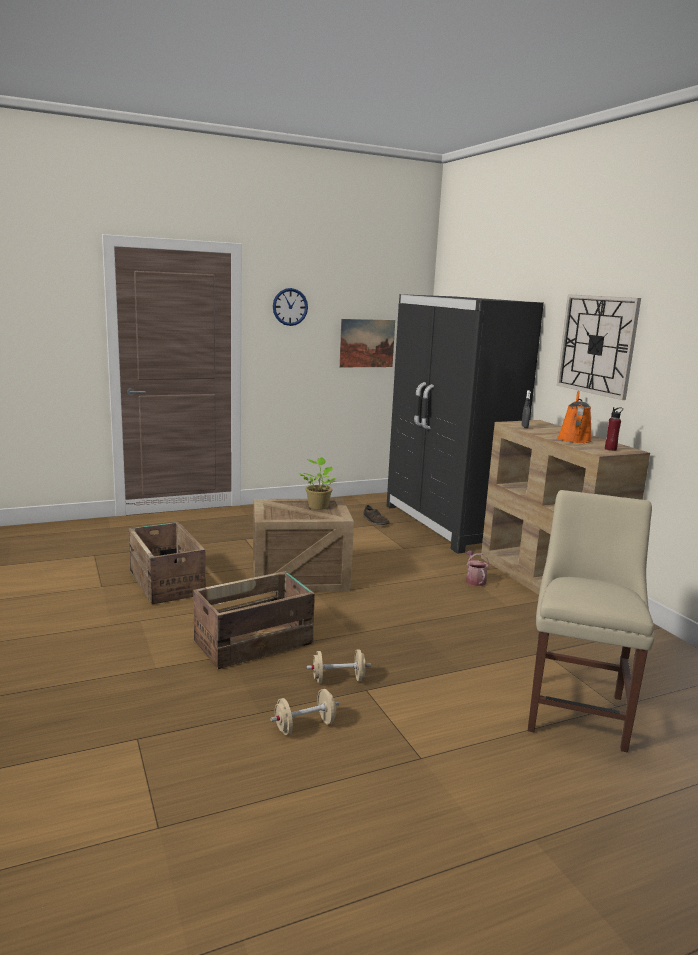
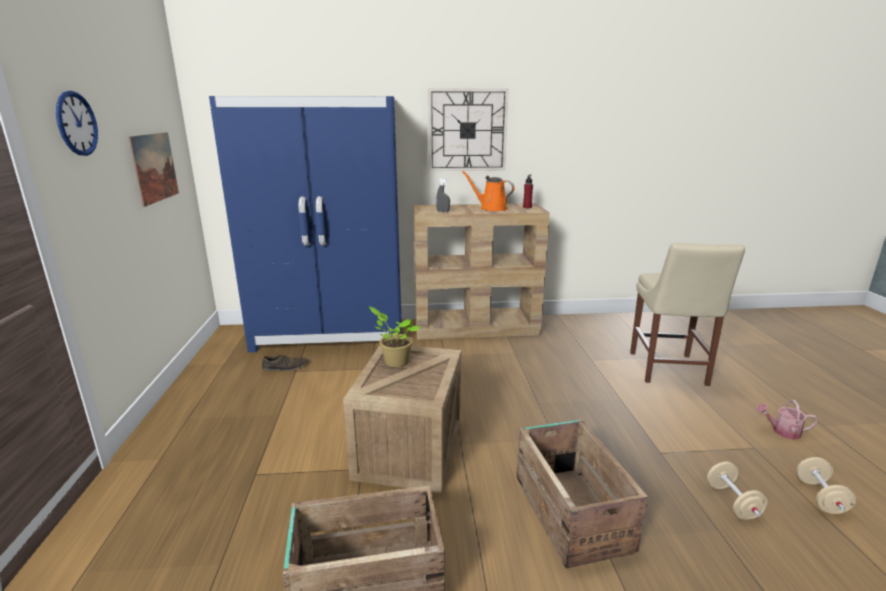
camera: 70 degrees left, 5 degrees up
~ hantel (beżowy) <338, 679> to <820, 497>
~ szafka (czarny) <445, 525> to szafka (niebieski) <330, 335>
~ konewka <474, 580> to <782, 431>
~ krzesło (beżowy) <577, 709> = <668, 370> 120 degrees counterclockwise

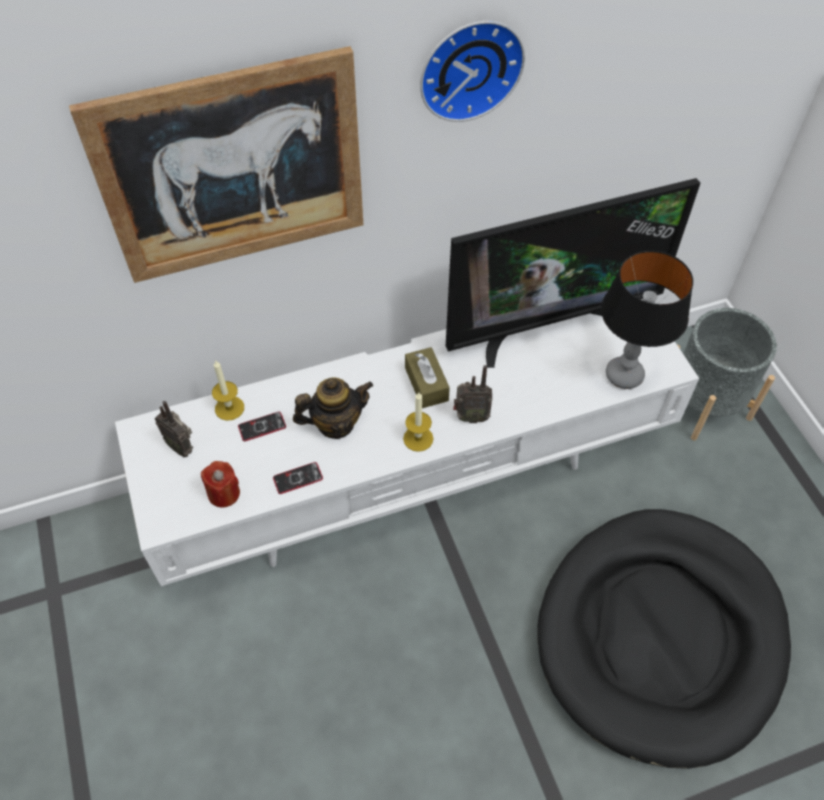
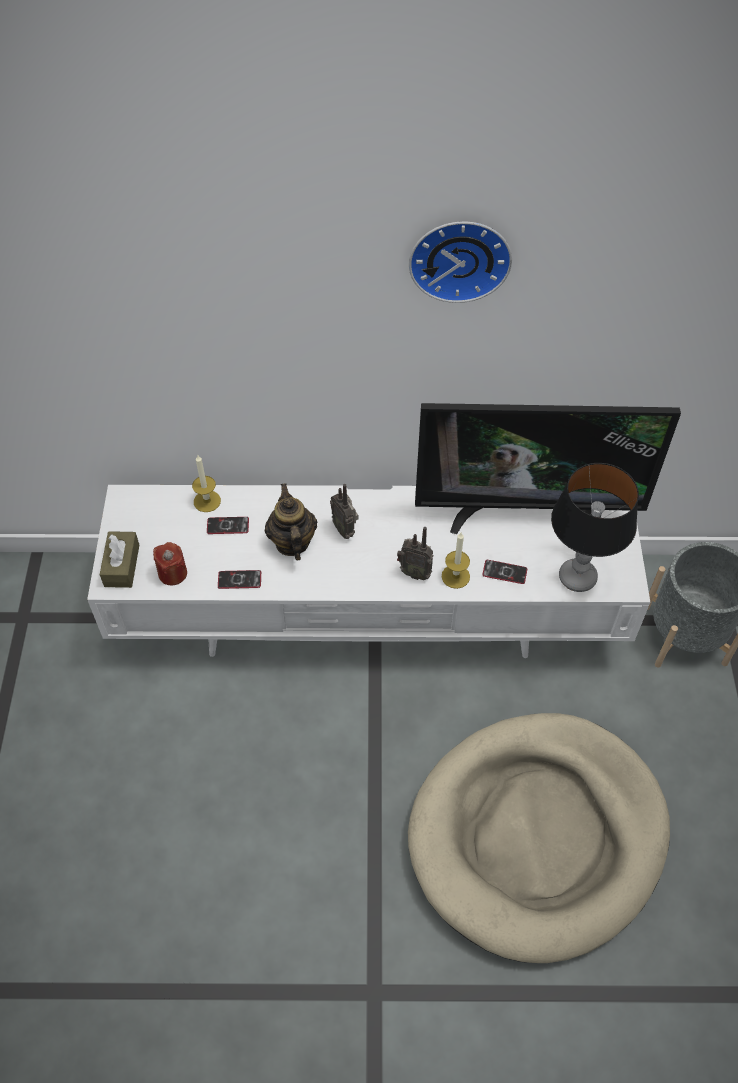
camera: 20 degrees right, 0 degrees up
- obraz <233, 169>
~ radio <182, 447> to <345, 529>
~ imbryk <335, 424> = <292, 542> 105 degrees counterclockwise
~ świeca <418, 438> to <455, 576>
~ pudełko chusteczek (brązowy) <426, 384> to <122, 565>
~ legowisko (czarny) <660, 635> to legowisko (beżowy) <537, 835>
+ telefon <504, 572>

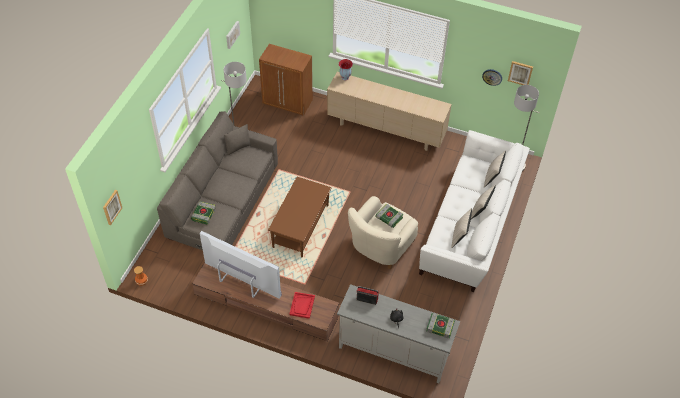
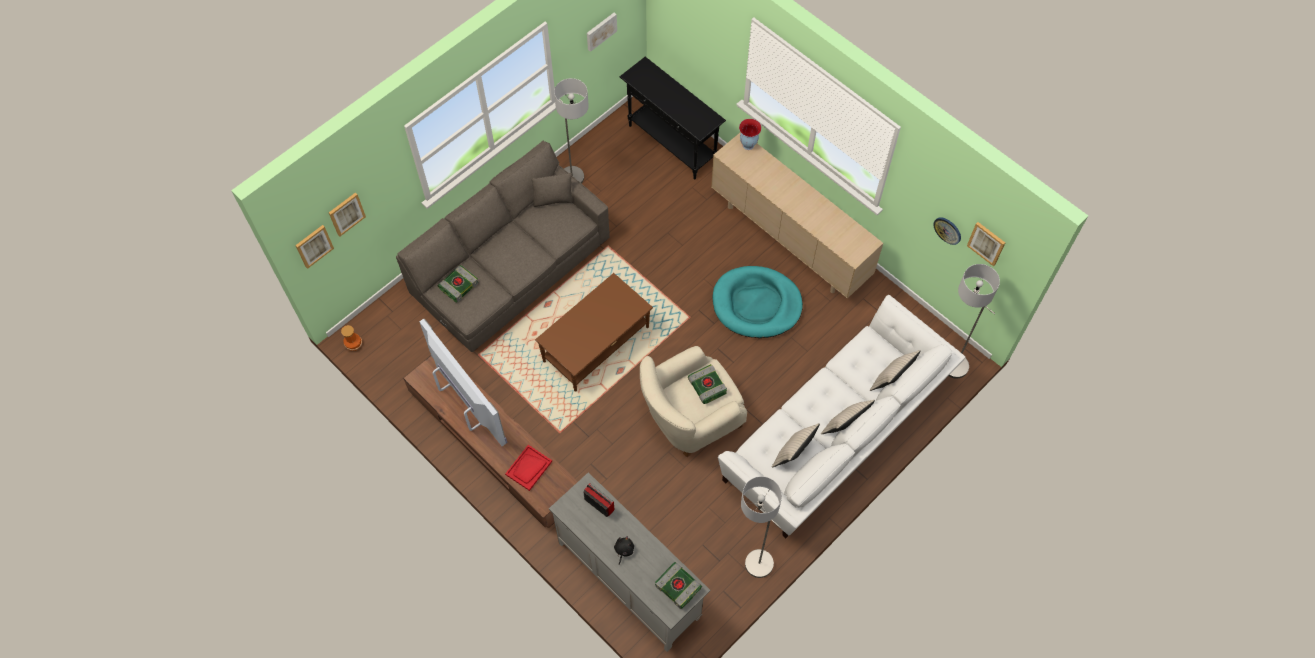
camera: 25 degrees right, 10 degrees up
~ szafka (brązowy) <287, 101> to stolik konsolowy (czarny) <672, 144>
+ obraz <346, 213>
+ legowisko (turkusowy) <756, 304>
+ lampa stojąca (szary) <752, 558>

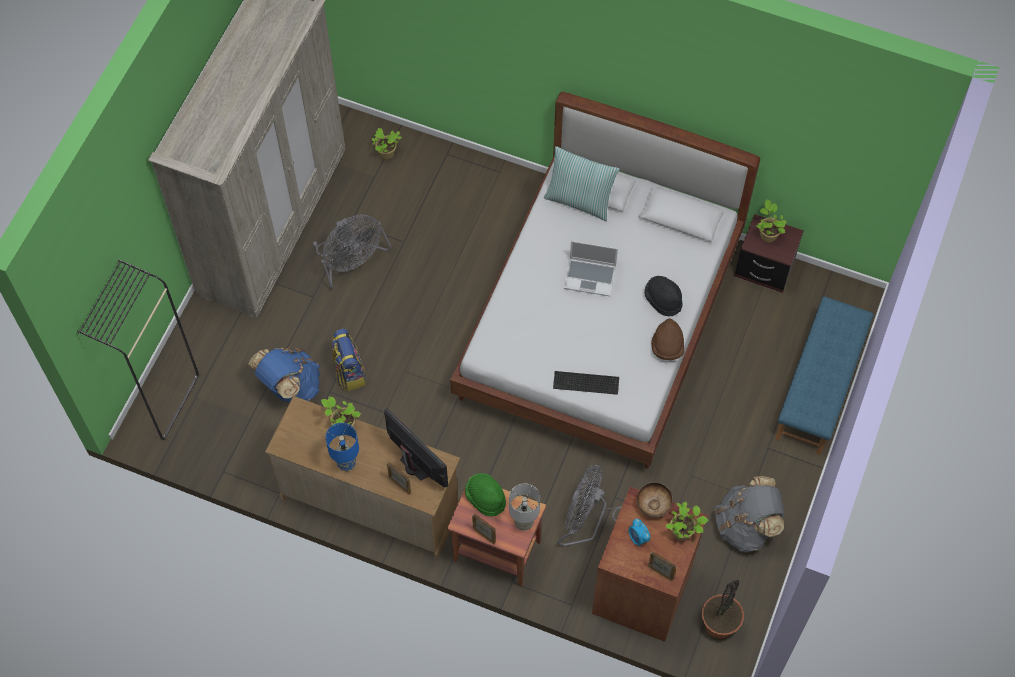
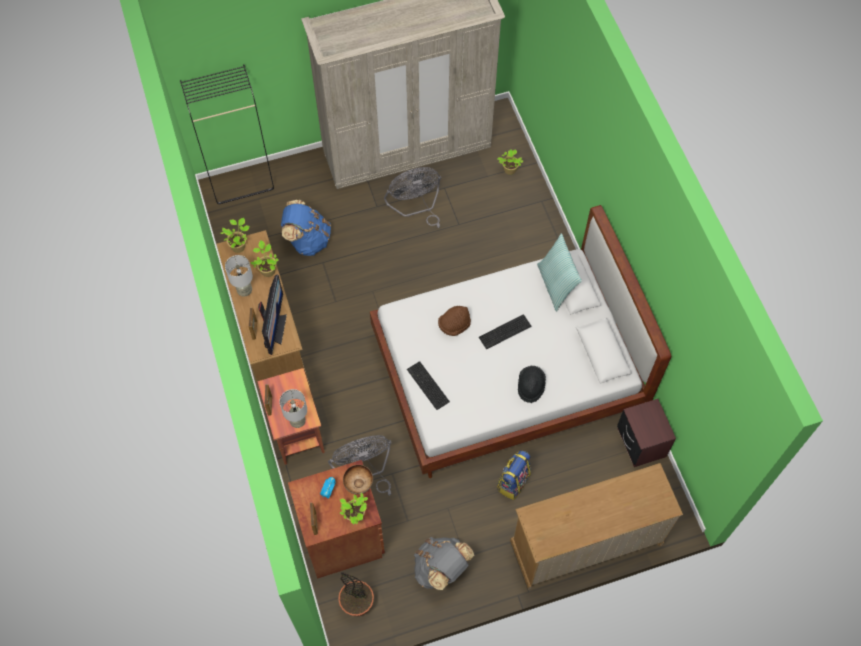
camera: 50 degrees right, 0 degrees up
~ wentylator (szary) <349, 261> = <418, 206> 150 degrees clockwise
~ lampa stołowa (niebieski) <346, 463> to lampa stołowa (szary) <244, 290>
~ plecak <349, 372> to <513, 481>
- kapelusz (zielony) <486, 498>
~ laptop <590, 277> to klawiatura <506, 332>
~ kapelusz (brązowy) <667, 346> to <454, 325>
~ roślina doniczkowa <767, 234> to <239, 246>
~ ławka (niebieski) <819, 388> to szafka (brązowy) <585, 542>

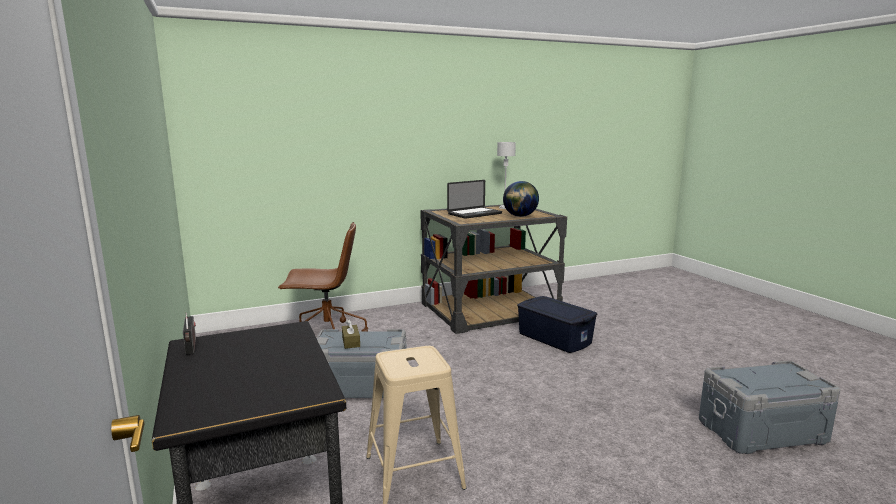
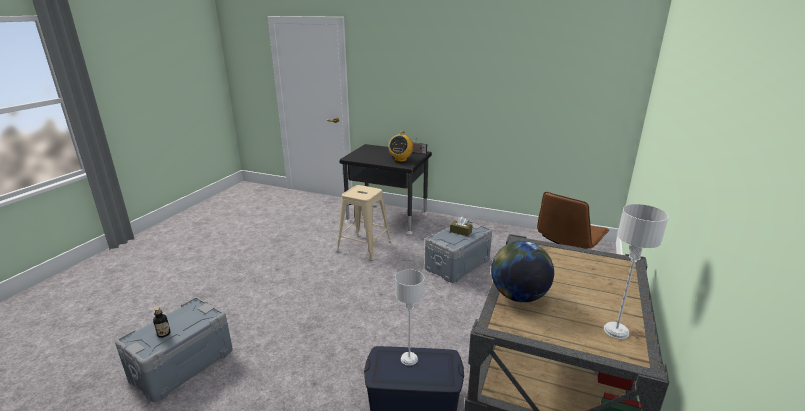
camera: 135 degrees right, 10 degrees up
- laptop <474, 214>
+ butelka <164, 334>
+ radio <400, 159>
+ lampa stołowa (szary) <409, 359>

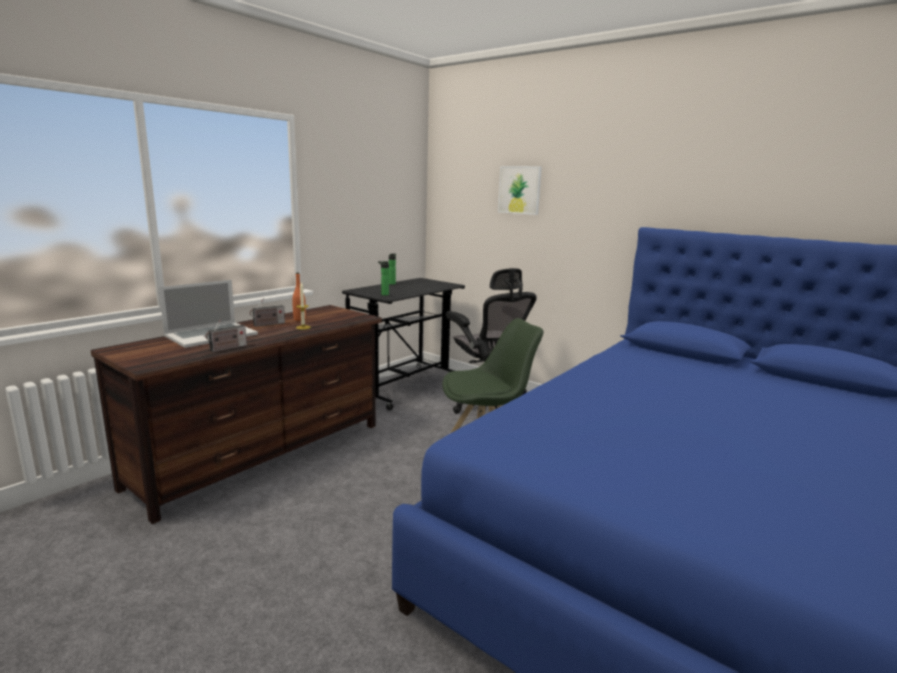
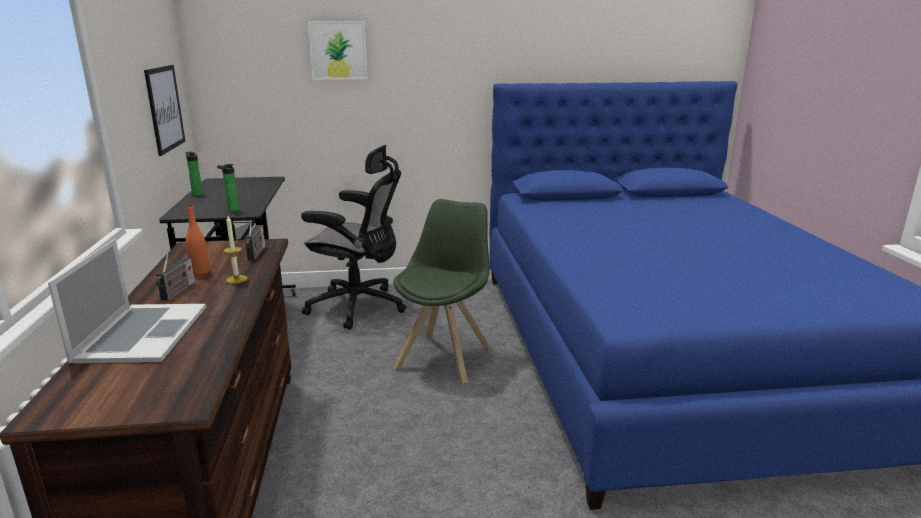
camera: 45 degrees left, 5 degrees up
~ radio <227, 348> to <256, 253>
+ obraz <165, 108>

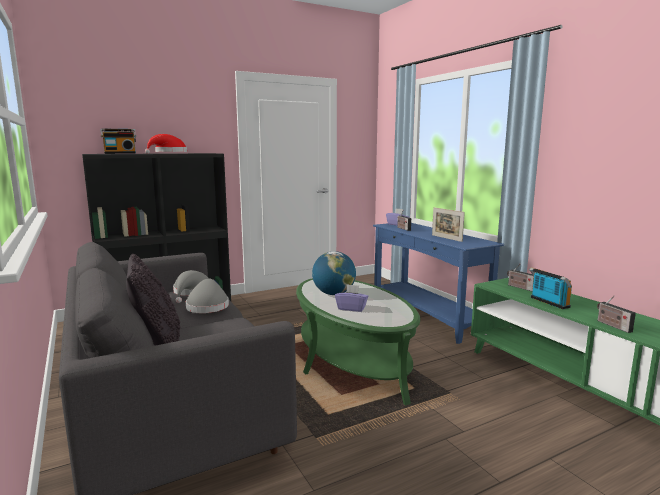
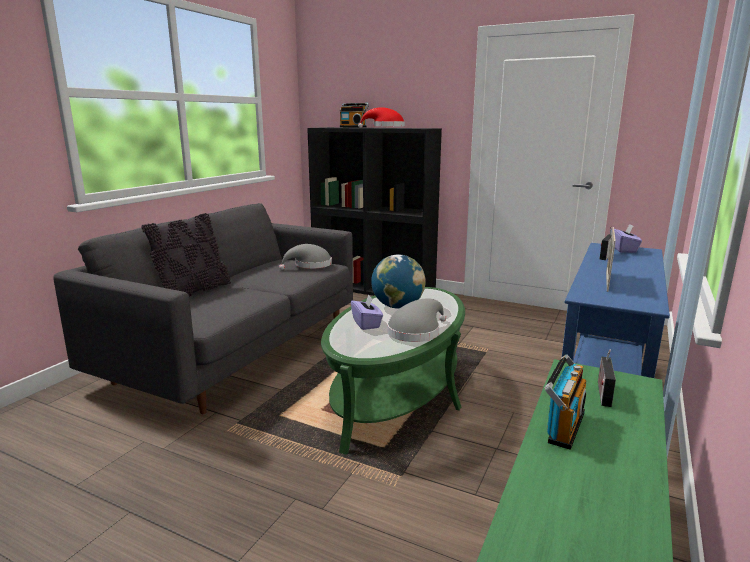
camera: 55 degrees right, 5 degrees up
~ kapelusz (szary) <207, 306> to <416, 332>
- radio <612, 325>

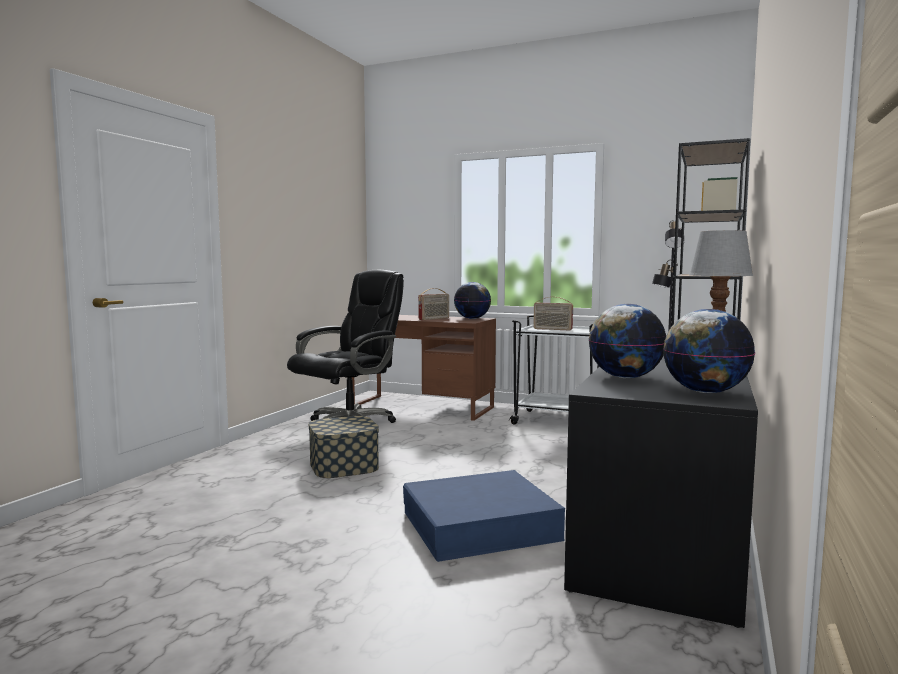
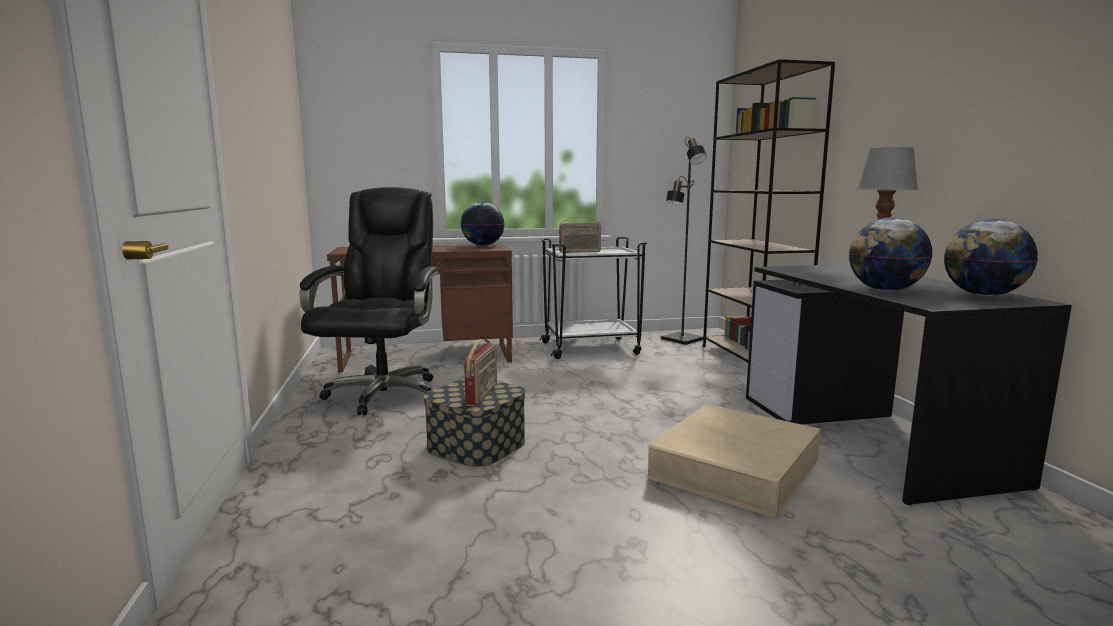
camera: 35 degrees left, 5 degrees up
~ pojemnik do przechowywania (niebieski) <480, 526> to pojemnik do przechowywania (beżowy) <735, 469>
~ radio <434, 319> to <482, 394>

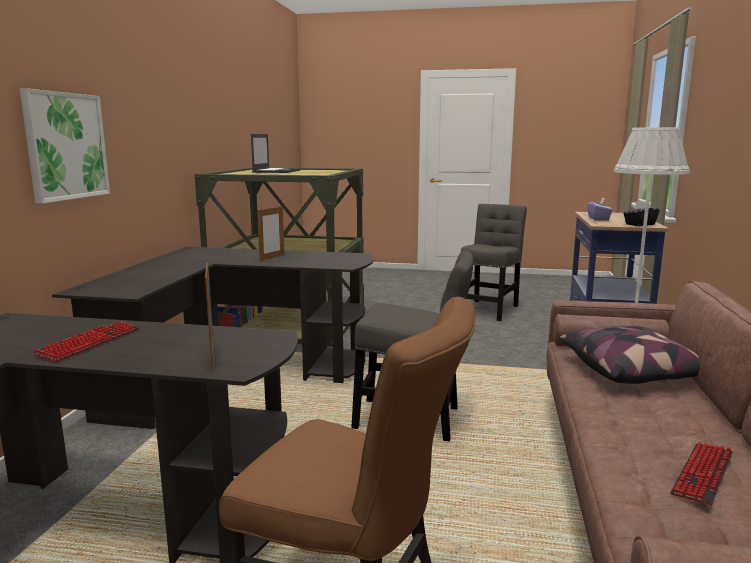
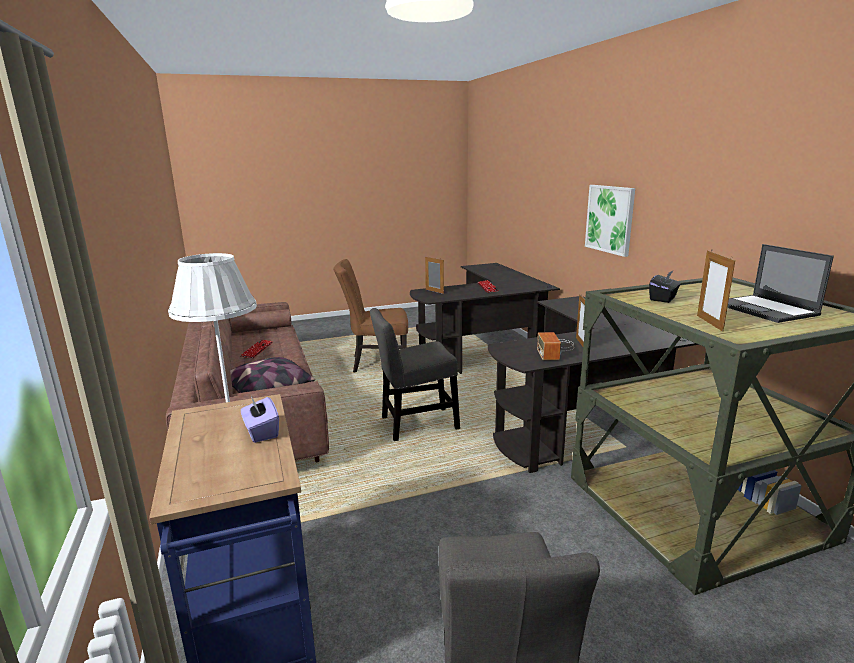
camera: 150 degrees right, 5 degrees up
~ pudełko chusteczek (czarny) <639, 224> to <663, 298>
+ radio <556, 349>
+ ramka na zdjęcie <709, 323>

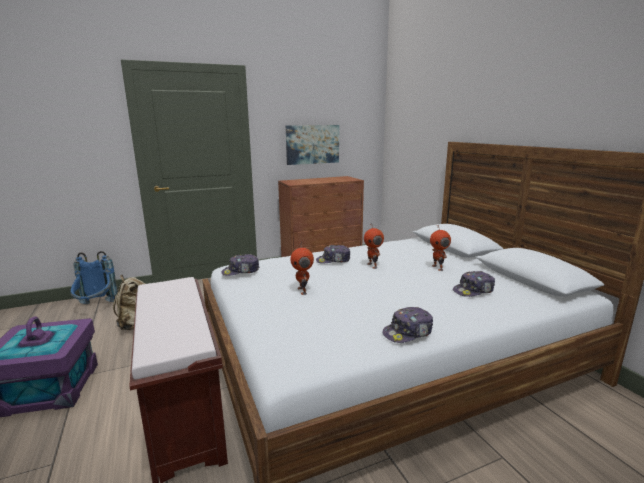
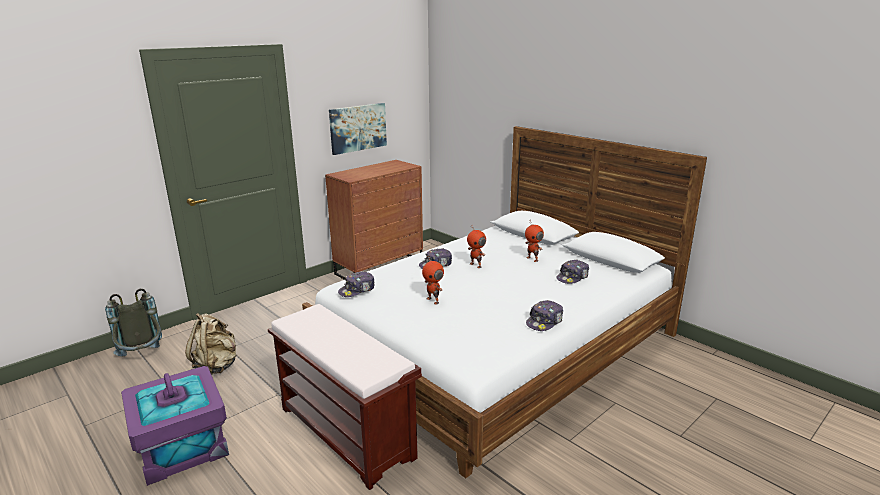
camera: 20 degrees left, 5 degrees up
~ plecak (niebieski) <96, 307> to plecak (szary) <142, 357>

